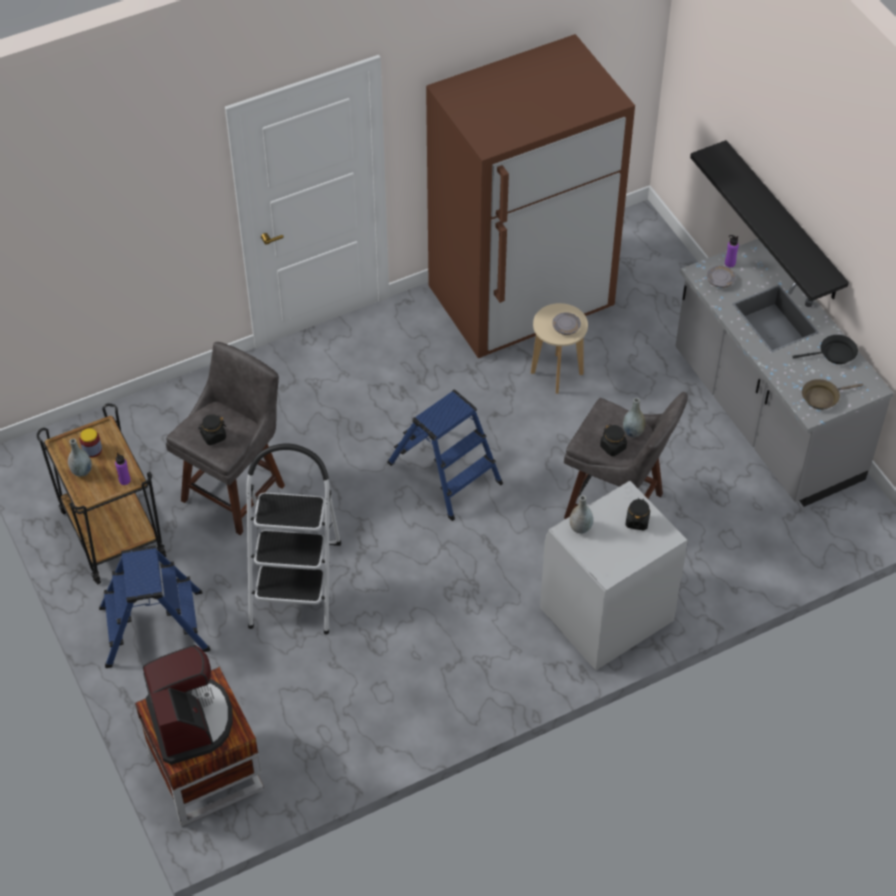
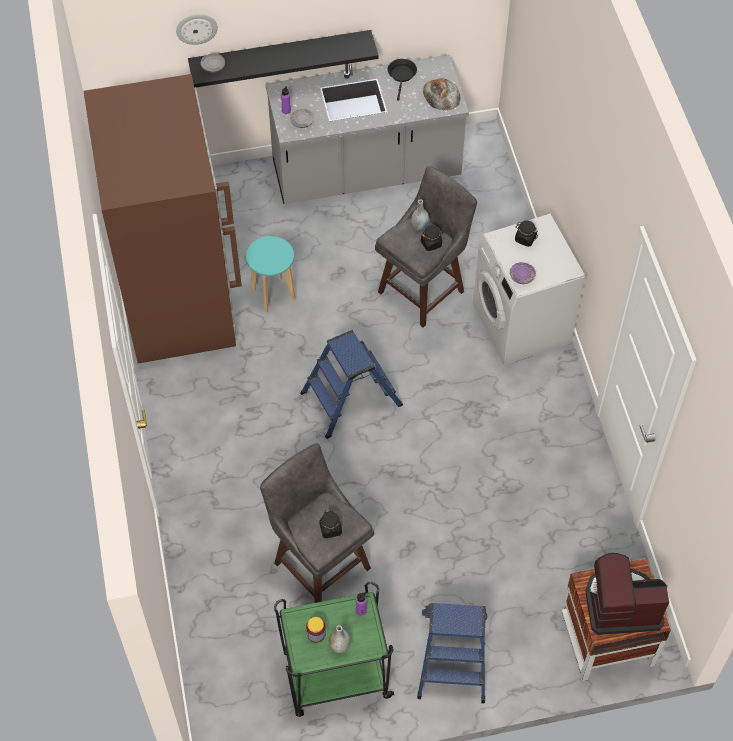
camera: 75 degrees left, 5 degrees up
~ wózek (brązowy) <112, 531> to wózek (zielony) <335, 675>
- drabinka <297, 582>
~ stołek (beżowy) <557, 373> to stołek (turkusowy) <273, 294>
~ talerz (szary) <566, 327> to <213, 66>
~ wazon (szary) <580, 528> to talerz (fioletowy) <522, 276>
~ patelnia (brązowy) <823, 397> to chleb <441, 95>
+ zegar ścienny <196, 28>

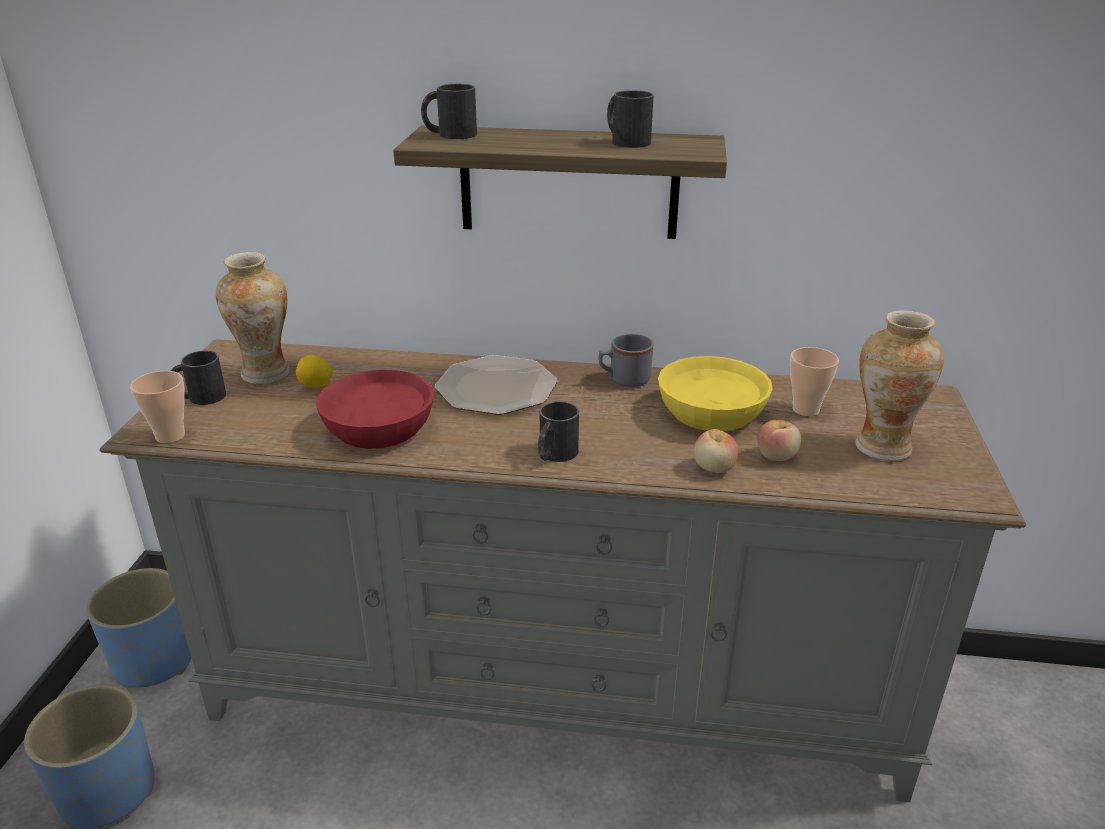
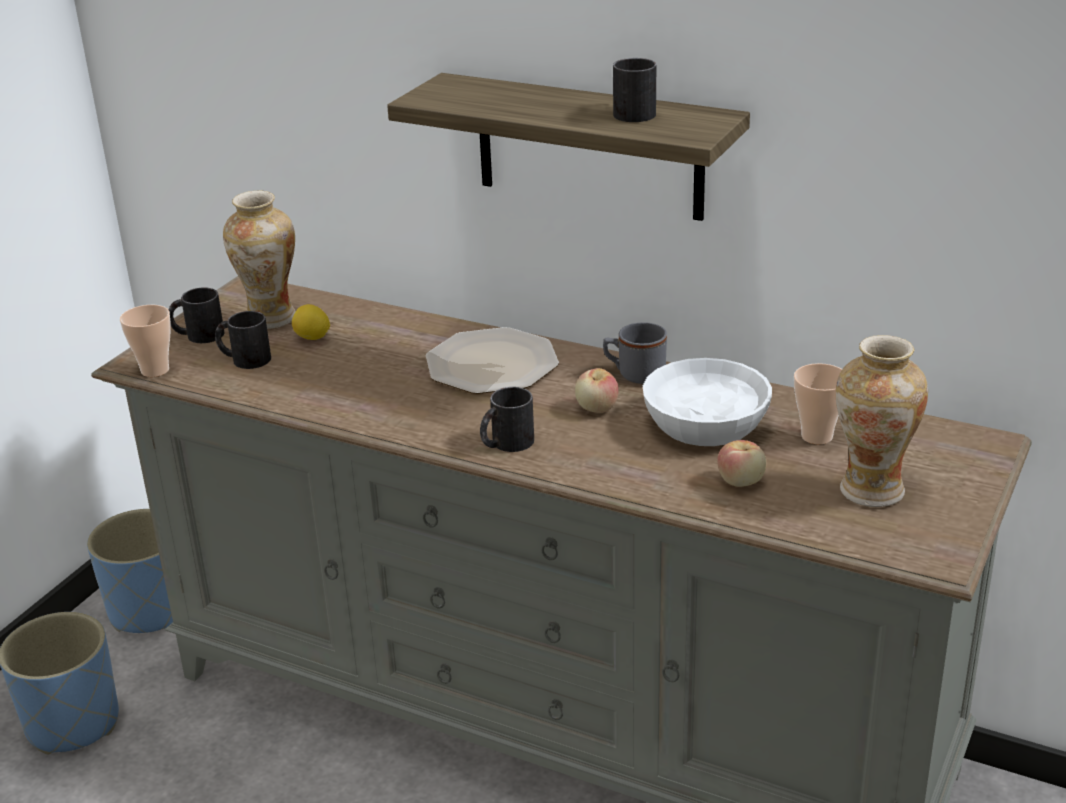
camera: 20 degrees right, 0 degrees up
- miska (czerwony) <379, 429>
~ kubek (czarny) <449, 134> to <244, 359>
~ miska (żółty) <710, 411> to miska (biały) <705, 422>
~ jabłko <714, 468> to <597, 408>

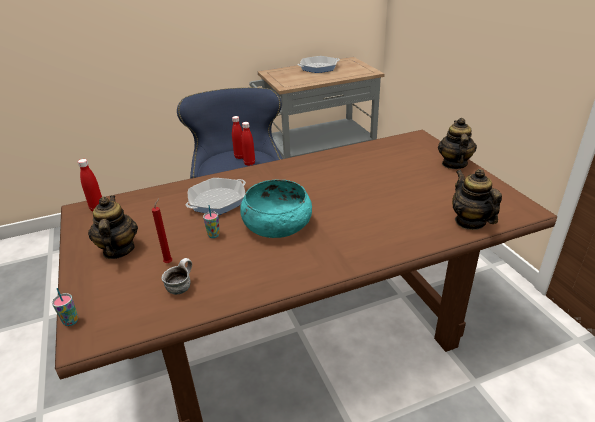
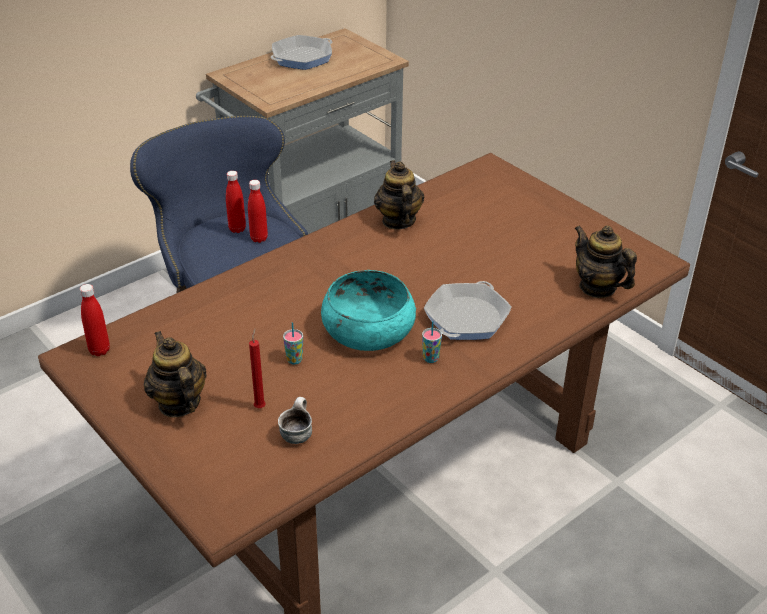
camera: 20 degrees left, 5 degrees up
~ filiżanka <71, 321> to <430, 358>
~ patelnia <217, 200> to <466, 318>
~ imbryk <454, 164> to <398, 221>

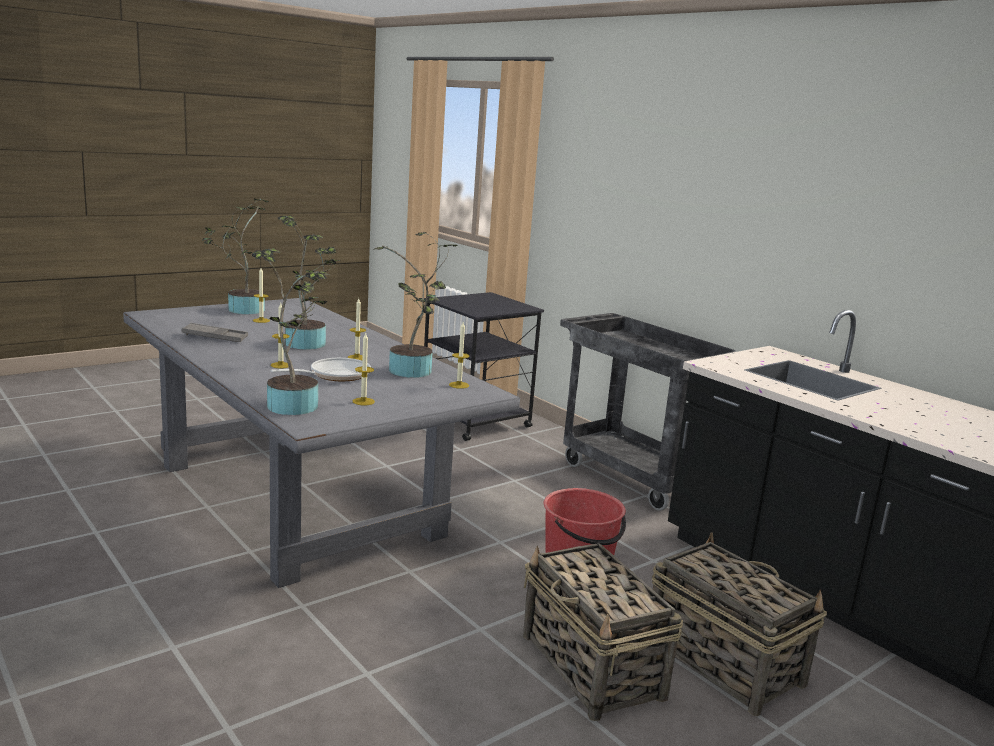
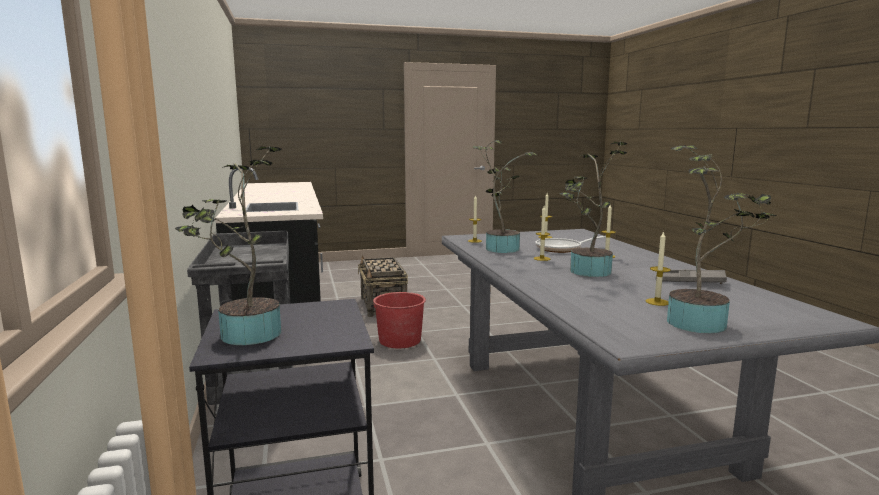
camera: 155 degrees left, 5 degrees down
~ roślina doniczkowa <294, 404> to <246, 336>
- koszyk <592, 667>

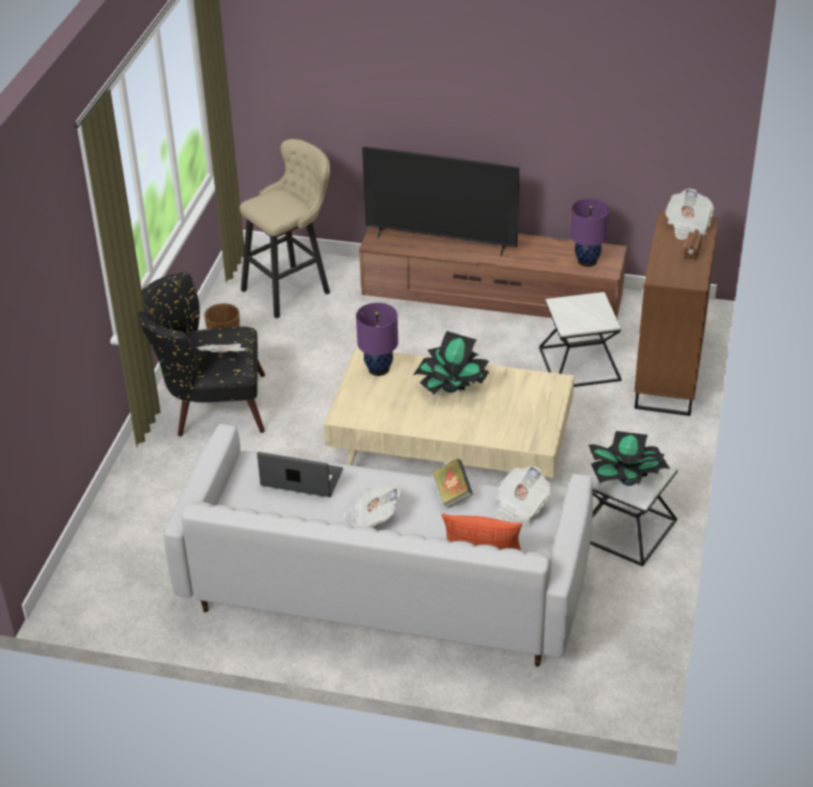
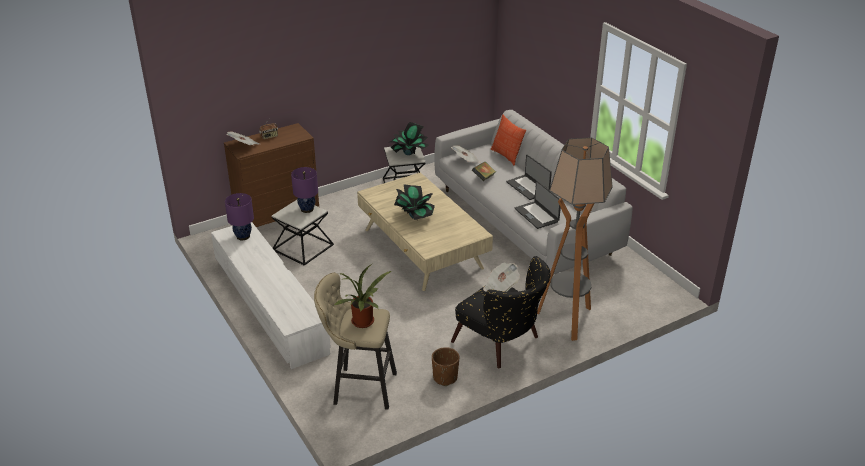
camera: 135 degrees left, 5 degrees down
~ gazeta <371, 518> to laptop <528, 187>
~ lampa stołowa (fioletowy) <378, 369> to <307, 209>
~ szafka pod telewizor (brązowy) <493, 293> to szafka pod telewizor (biały) <269, 306>
- telewizor <441, 242>
+ roślina doniczkowa <363, 323>
+ lampa stojąca <566, 320>

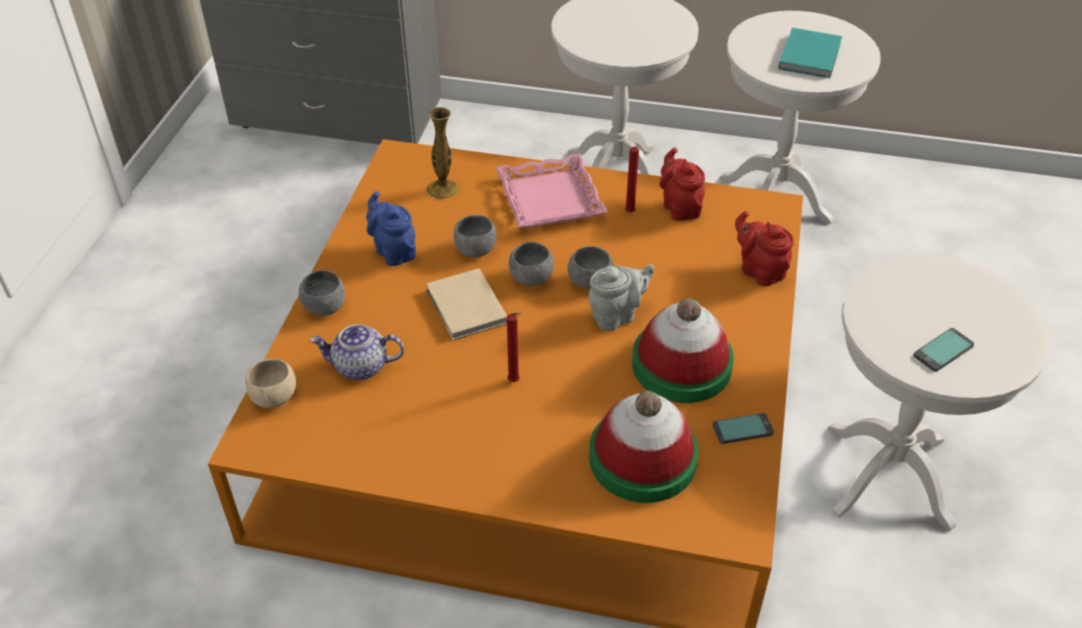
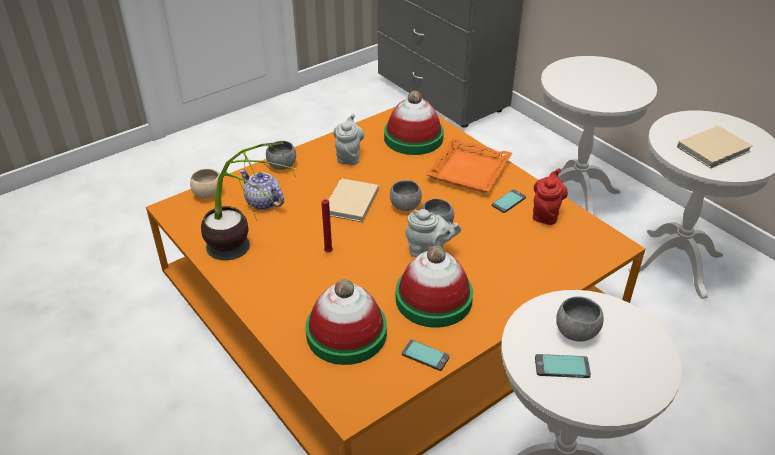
camera: 40 degrees right, 5 degrees down
~ imbryk (niebieski) <393, 251> to imbryk (szary) <349, 156>
~ wazon <442, 189> to kapelusz <413, 138>
~ miska (szary) <475, 249> to <576, 332>
~ taca (różowy) <549, 199> to taca (pomarańczowy) <468, 171>
~ świeca (czerwony) <629, 213> to telefon <508, 201>
- imbryk (czerwony) <759, 271>
~ książka (turkusowy) <811, 55> to książka (beżowy) <715, 149>
+ roślina doniczkowa <248, 256>

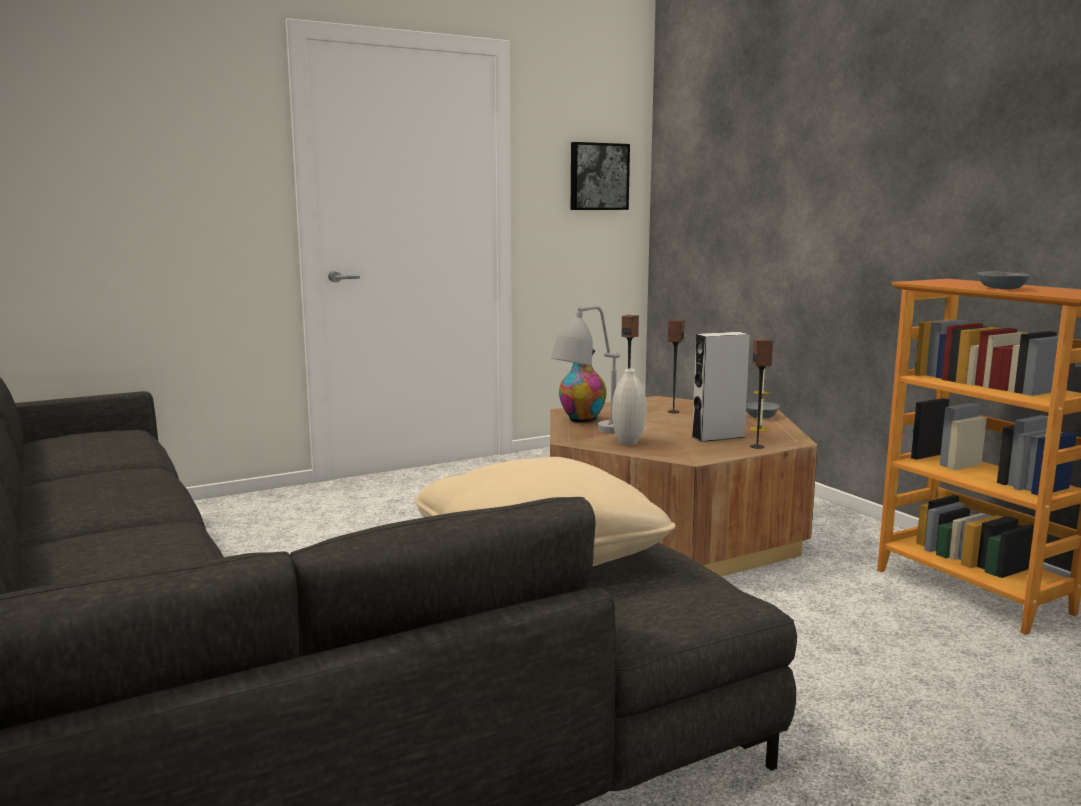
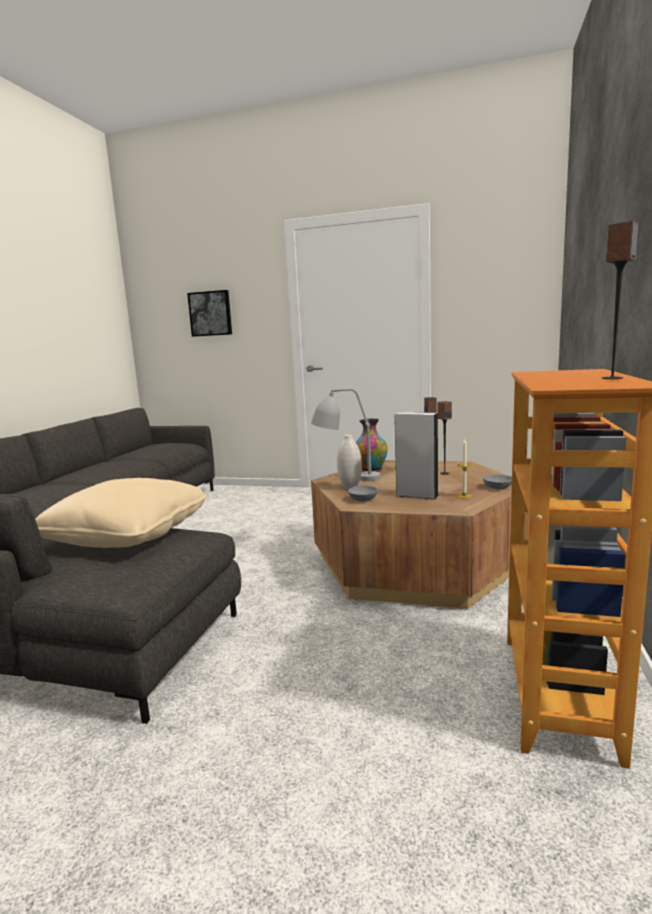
camera: 45 degrees right, 0 degrees up
~ obraz <598, 176> to <211, 313>
~ głośnik <757, 446> to <612, 378>
~ miska (szary) <1000, 288> to <362, 499>

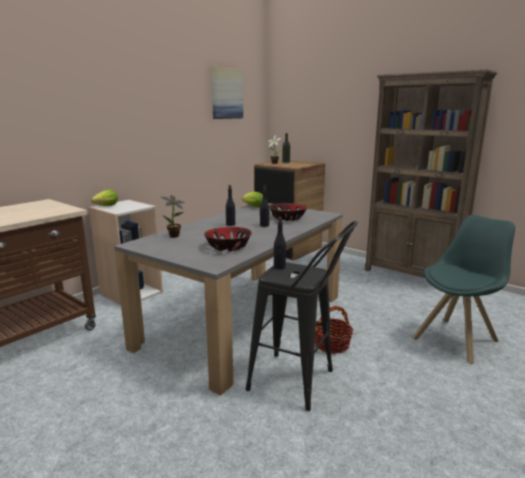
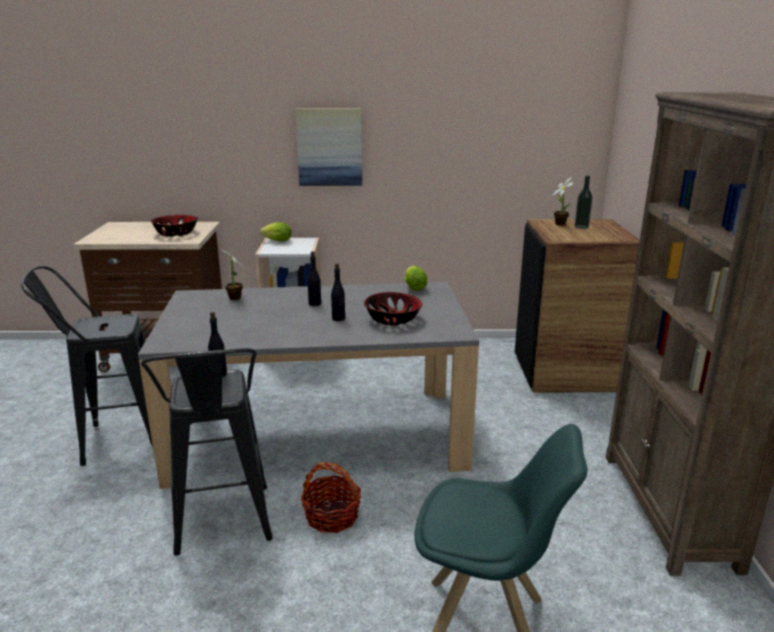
camera: 50 degrees right, 5 degrees up
~ miska <228, 247> to <176, 233>
~ obraz <226, 93> to <329, 147>
+ stołek (czarny) <113, 441>

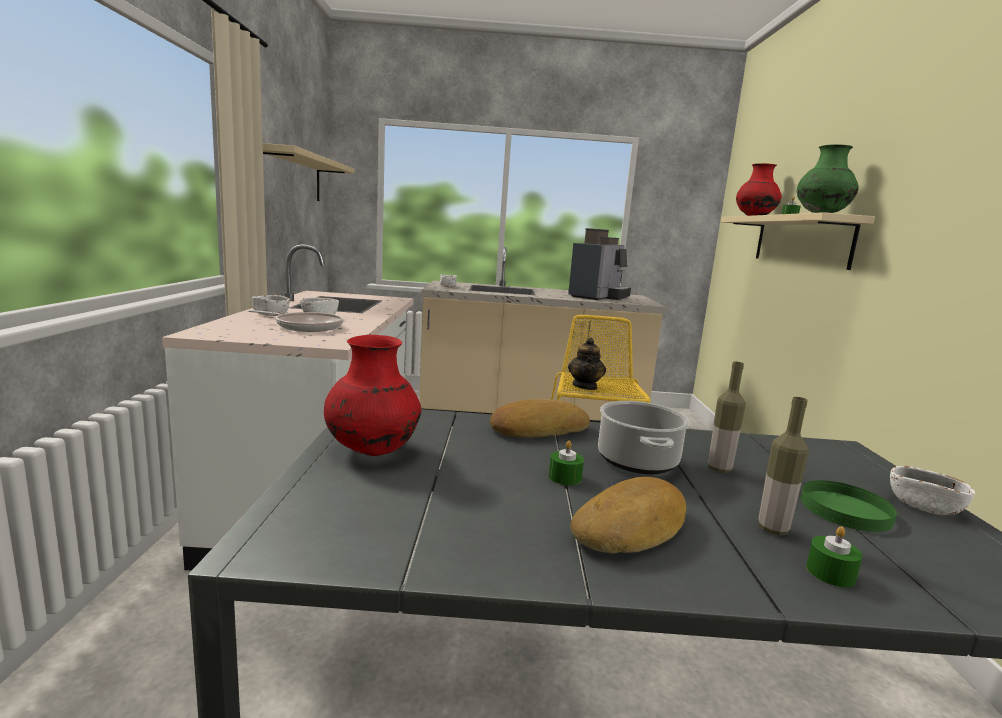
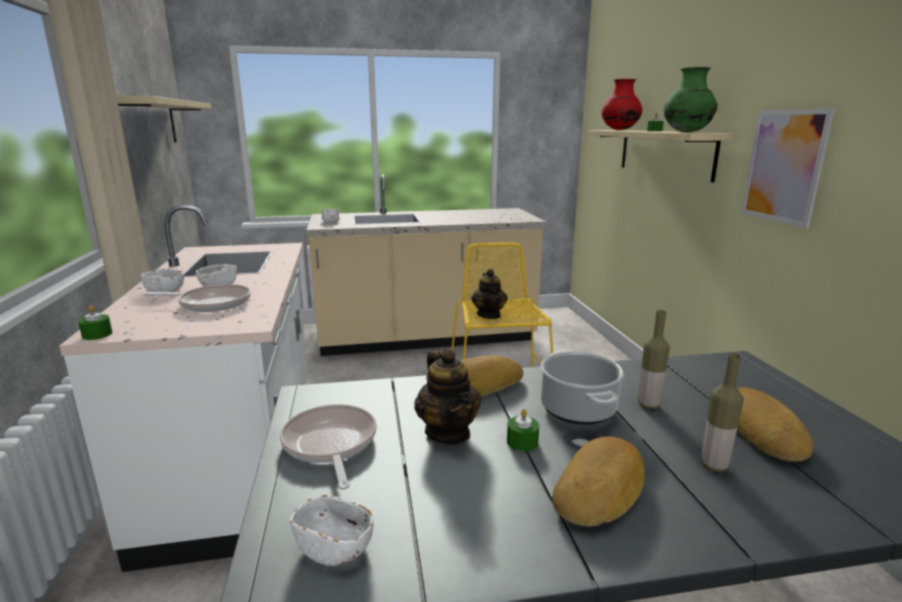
camera: 10 degrees left, 5 degrees up
~ wazon (czerwony) <372, 451> to patelnia <330, 444>
- ekspres do kawy <598, 297>
~ talerz (zielony) <845, 509> to chleb <762, 431>
~ świeca (zielony) <830, 573> to <97, 334>
~ miska (biały) <924, 506> to <334, 547>
+ imbryk <448, 432>
+ obraz <784, 166>

